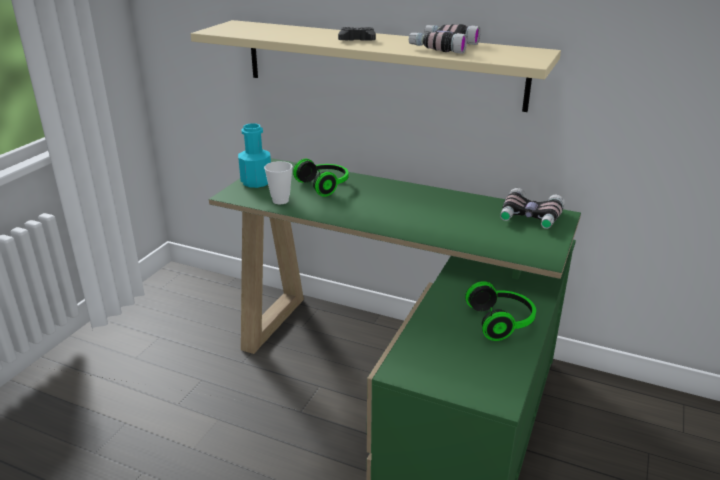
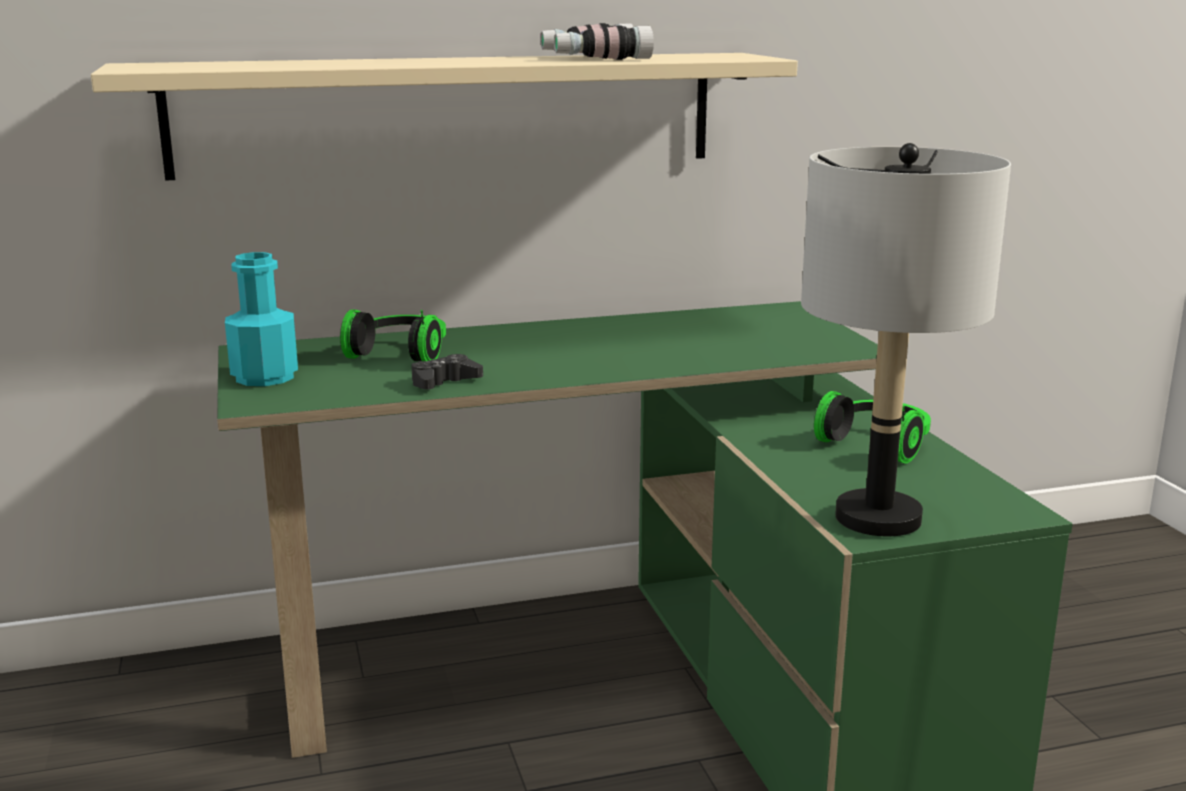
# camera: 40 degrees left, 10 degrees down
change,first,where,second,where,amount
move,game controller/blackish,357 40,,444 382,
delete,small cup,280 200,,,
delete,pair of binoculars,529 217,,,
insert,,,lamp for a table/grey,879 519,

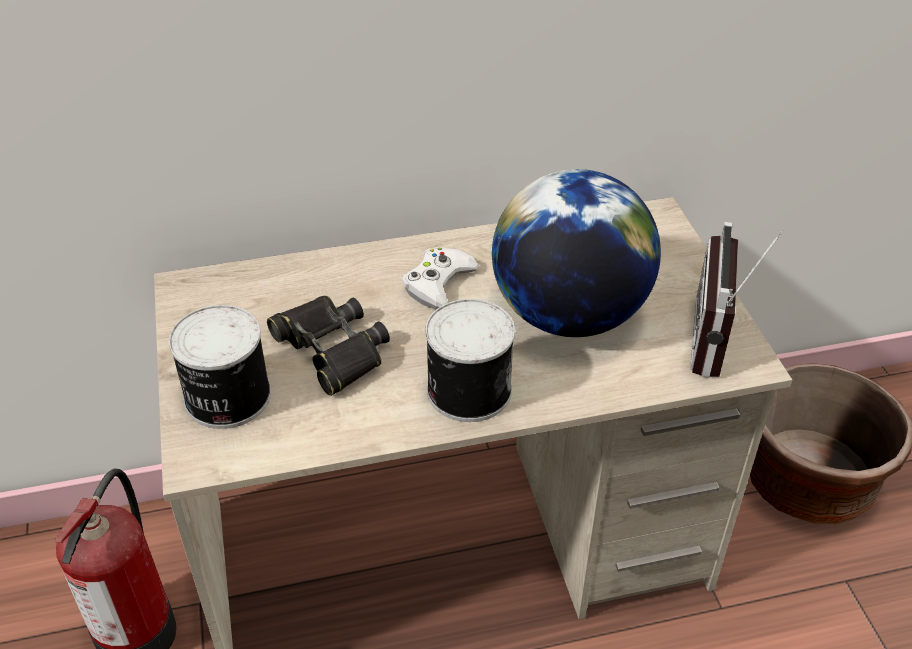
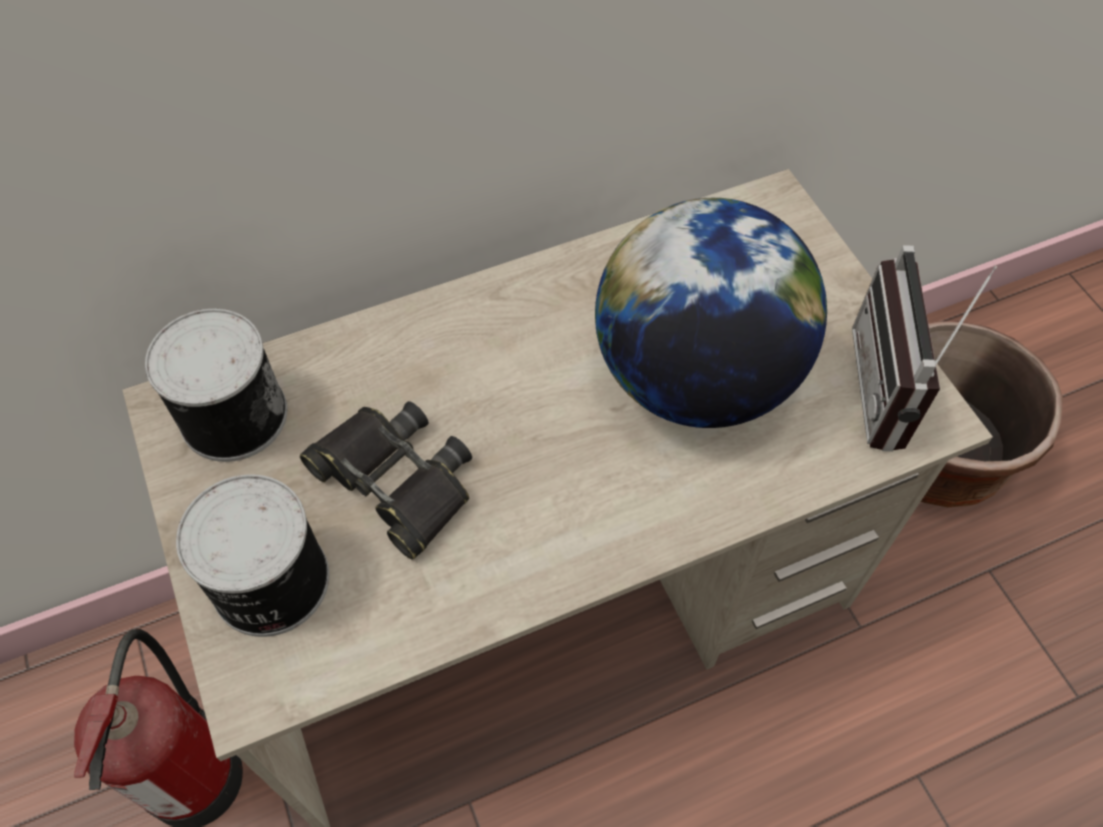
# camera: 10 degrees left, 15 degrees up
change,first,where,second,where,amount
delete,game controller/white,438 283,,,
move,sealed can,467 389,,231 415,

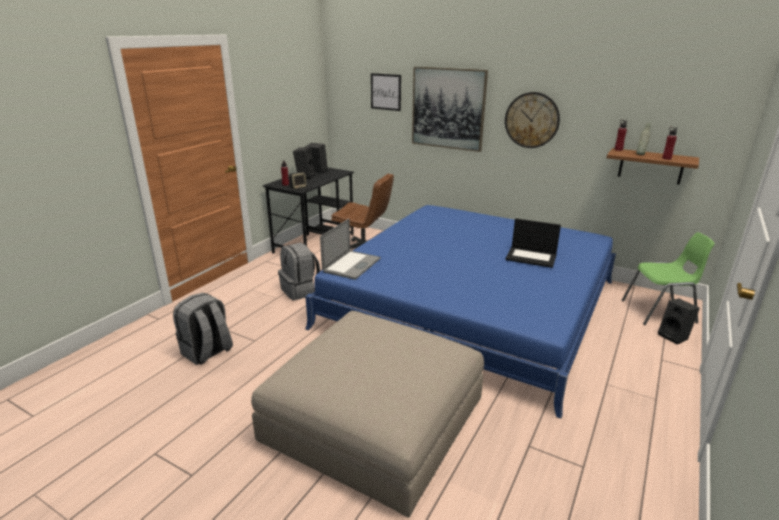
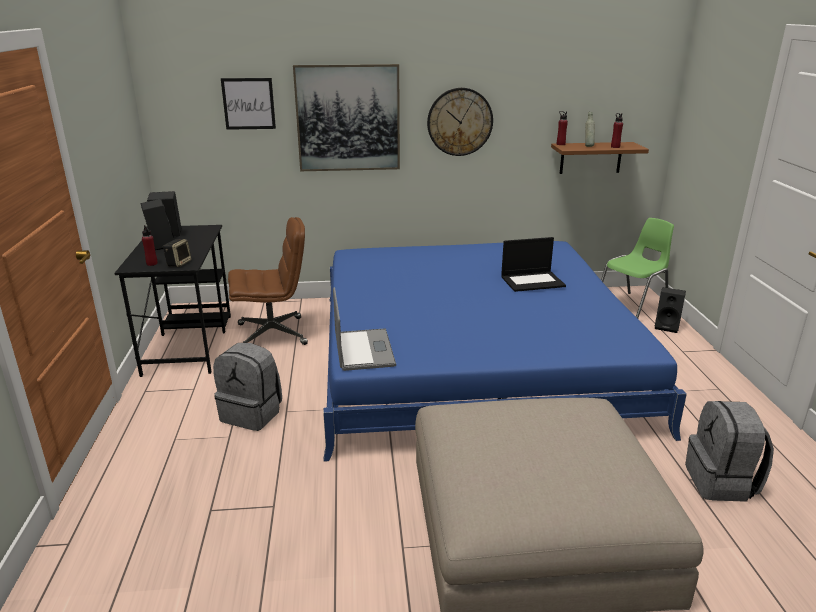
# camera: 35 degrees left, 0 degrees up
change,first,where,second,where,amount
move,backpack/grey,207 352,,721 482,

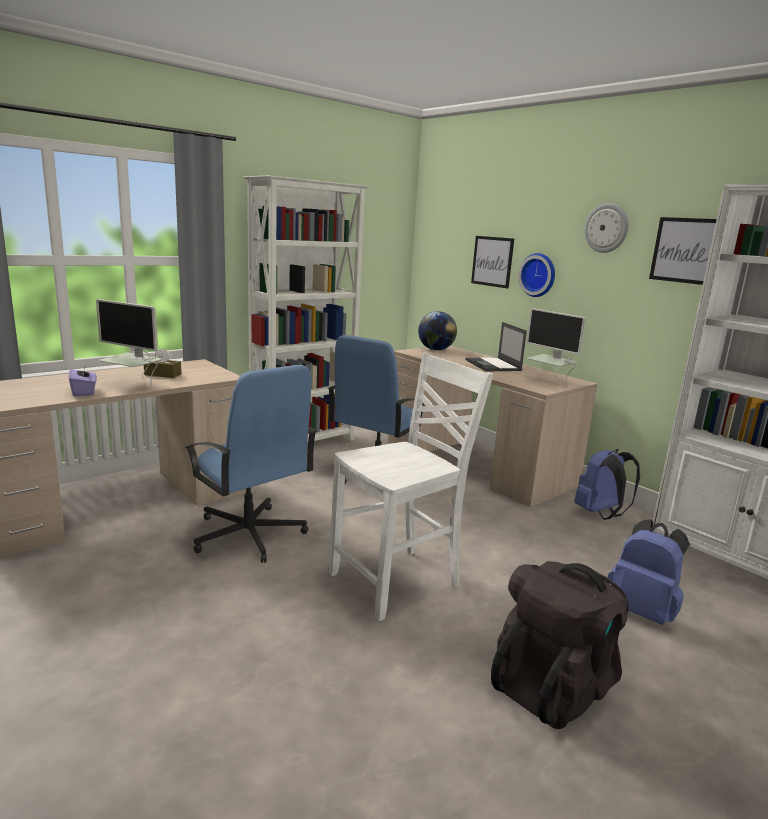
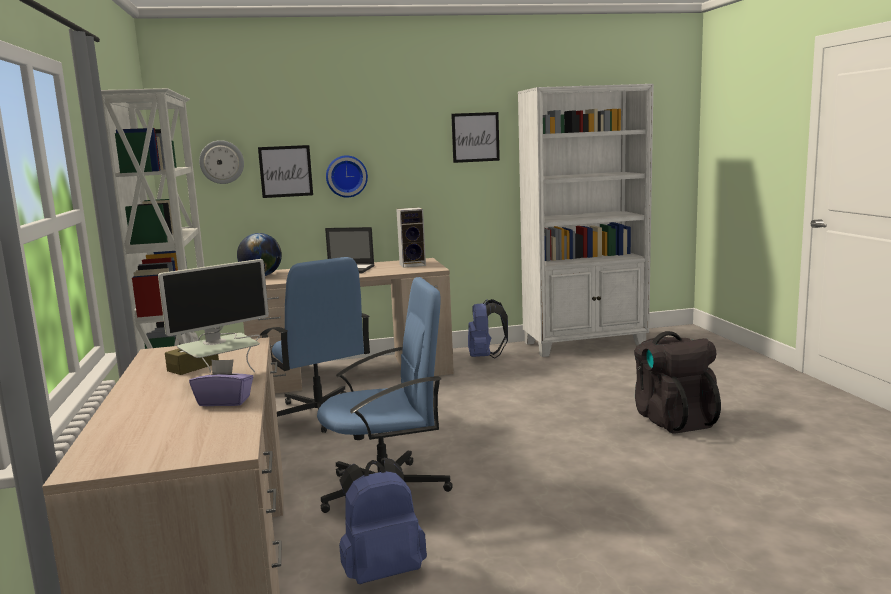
# camera: 60 degrees left, 5 degrees down
change,first,where,second,where,amount
move,clock on the wall,606 228,,221 162,
replace,computer screen,549 381,audio speaker,413 264,
delete,upright chair/white,398 581,,,
move,backpack/blue-coloured,642 611,,382 571,

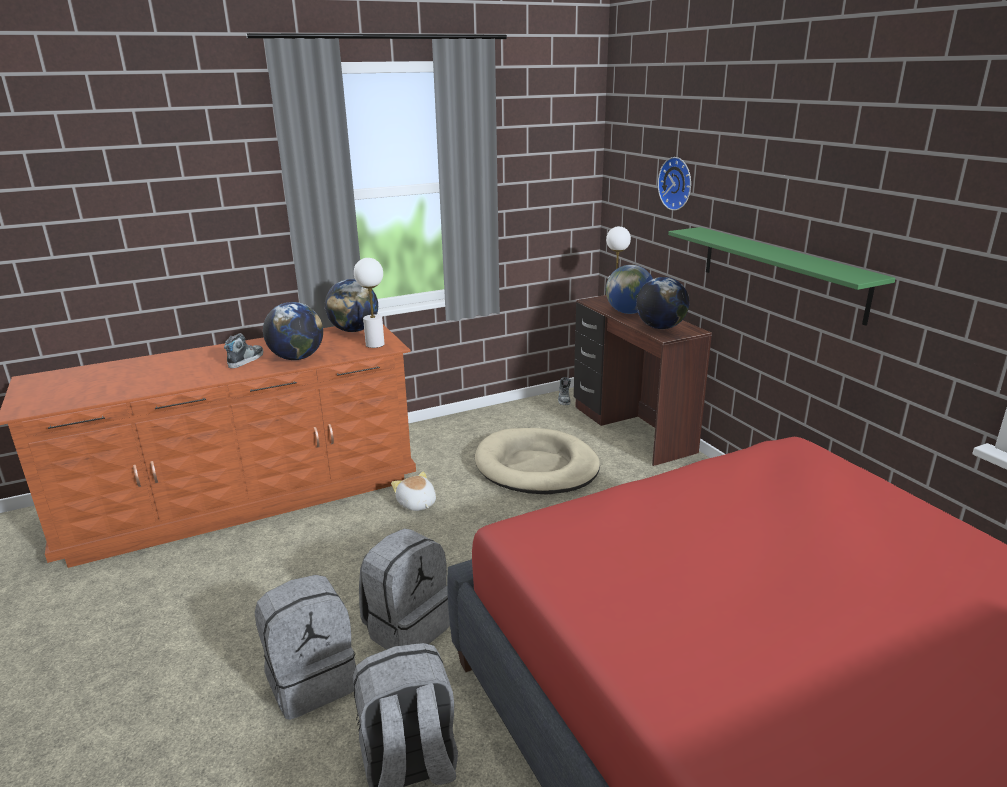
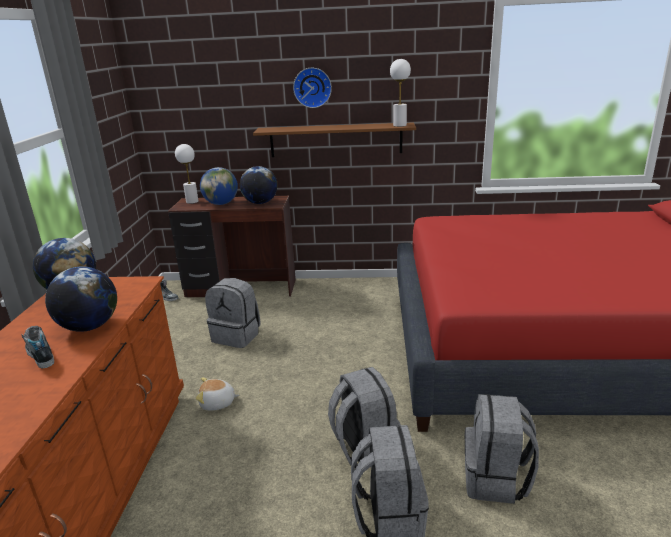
# camera: 60 degrees left, 0 degrees up
change,first,where,second,where,amount
move,clock on the wall,677 183,,312 87,
recolor,shelf/green,780 272,shelf/brown-coloured,335 140,
move,lamp for a table/white,375 344,,400 125,
replace,dog cushion/sand-coloured,536 466,backpack/grey,237 336,

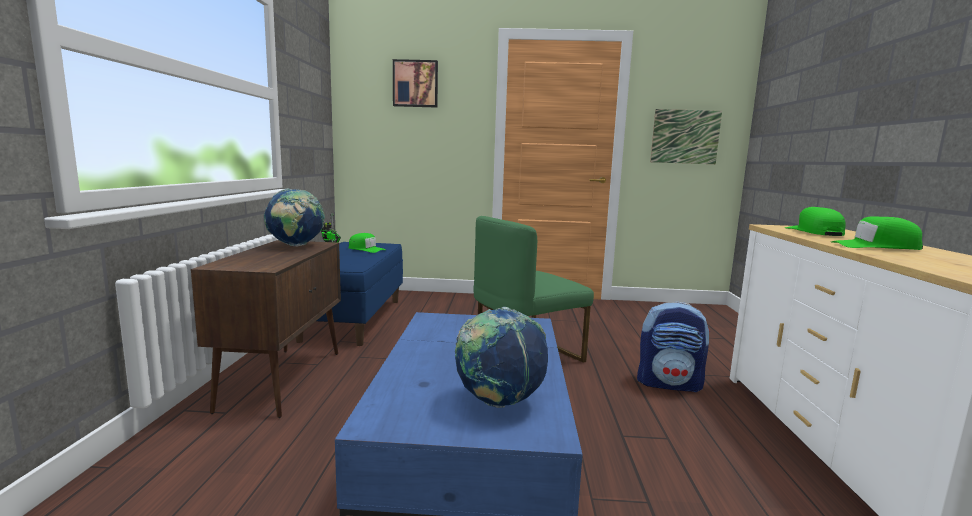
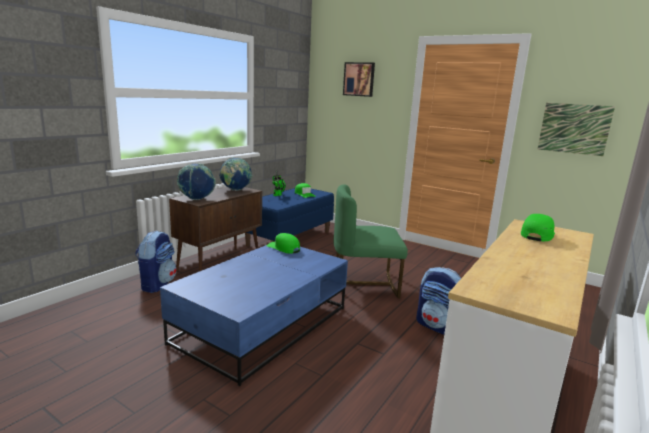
# camera: 30 degrees right, 5 degrees up
change,first,where,second,where,amount
move,baseball cap/green,875 247,,283 248,
move,globe,498 402,,196 199,
insert,,,backpack,157 284,

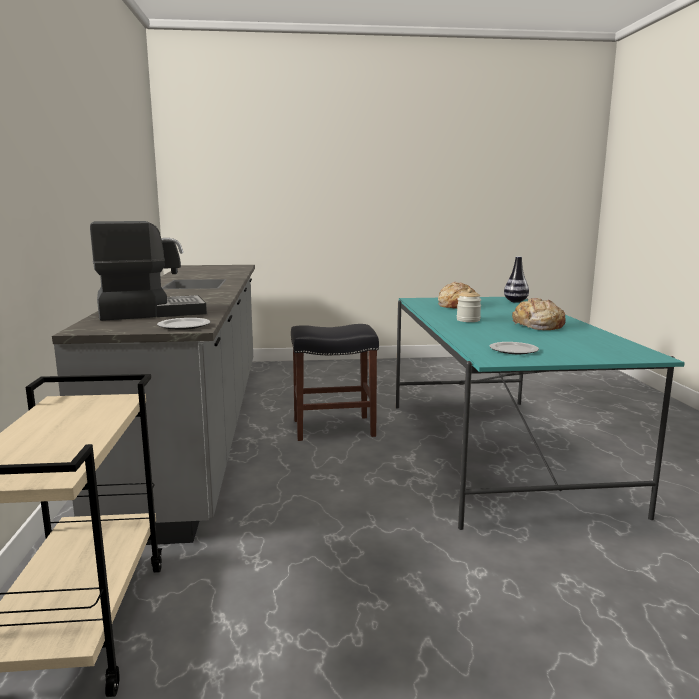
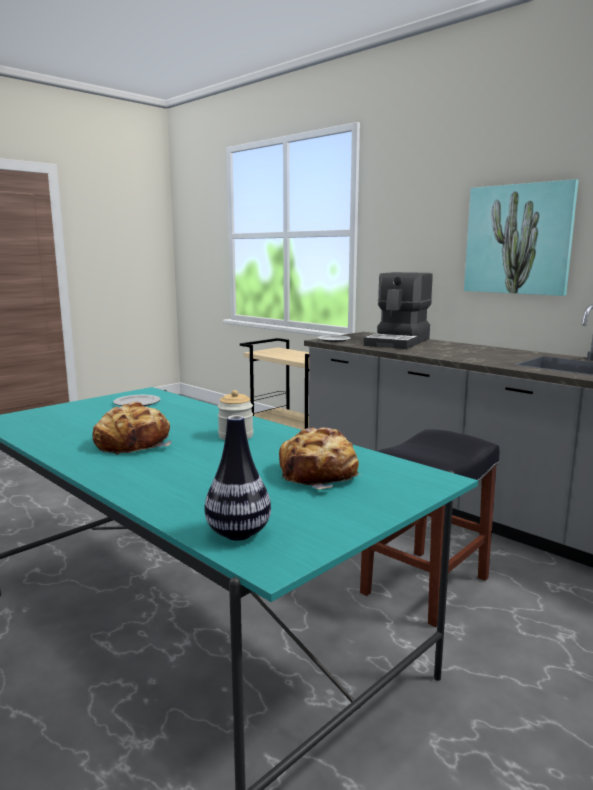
# camera: 140 degrees right, 0 degrees up
change,first,where,second,where,amount
insert,,,wall picture,518 239,

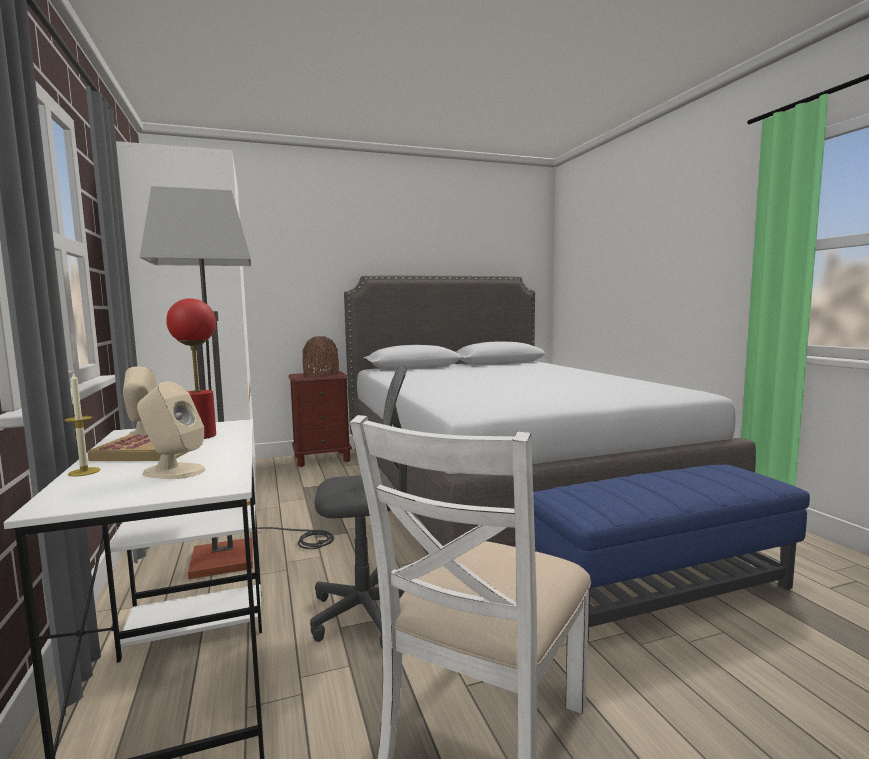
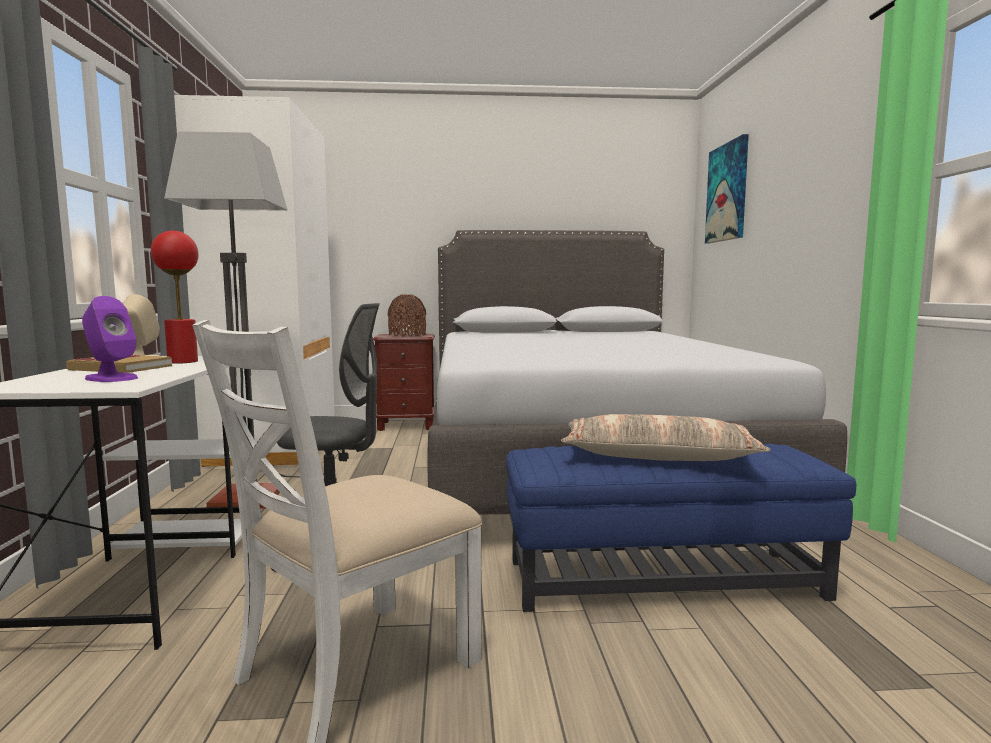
# camera: 15 degrees right, 0 degrees up
change,first,where,second,where,amount
delete,candle,84 472,,,
recolor,audio speaker/sand-coloured,173 471,audio speaker/purplish,111 378,
insert,,,wall picture,727 192,
insert,,,pillow,658 456,

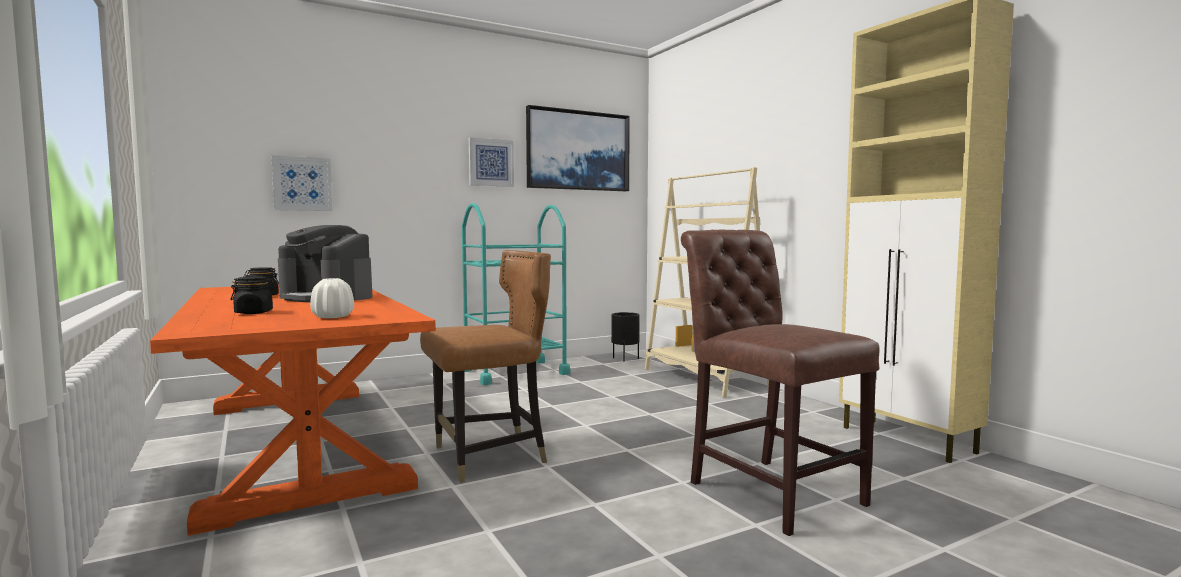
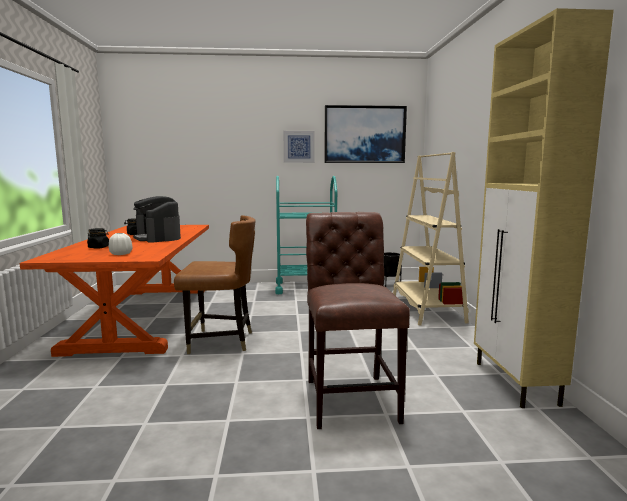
# camera: 25 degrees right, 5 degrees up
change,first,where,second,where,amount
delete,wall picture,302 184,,,

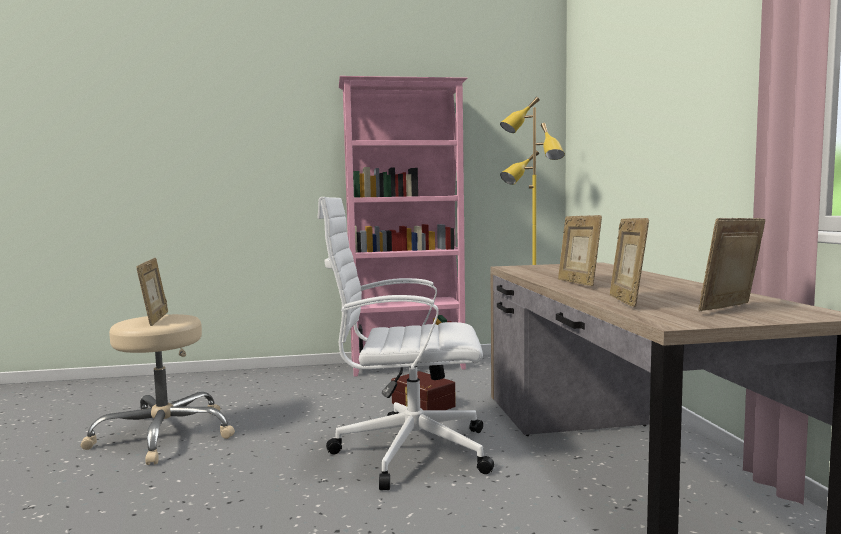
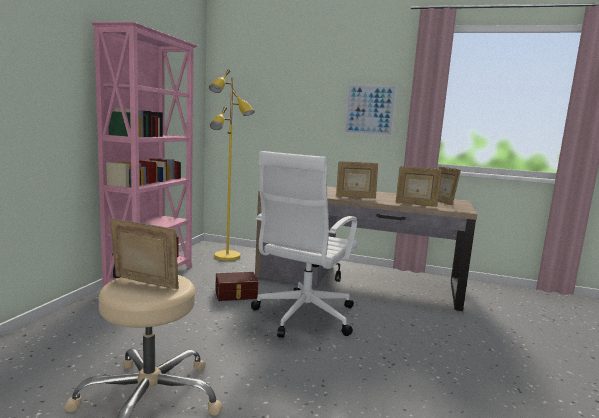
# camera: 65 degrees left, 5 degrees up
change,first,where,second,where,amount
insert,,,wall picture,370 110,

